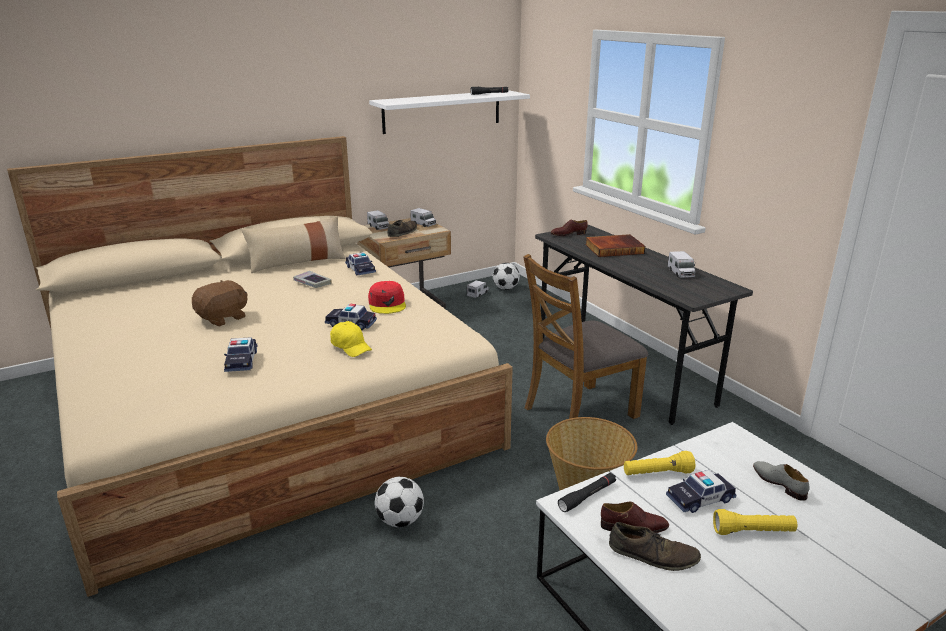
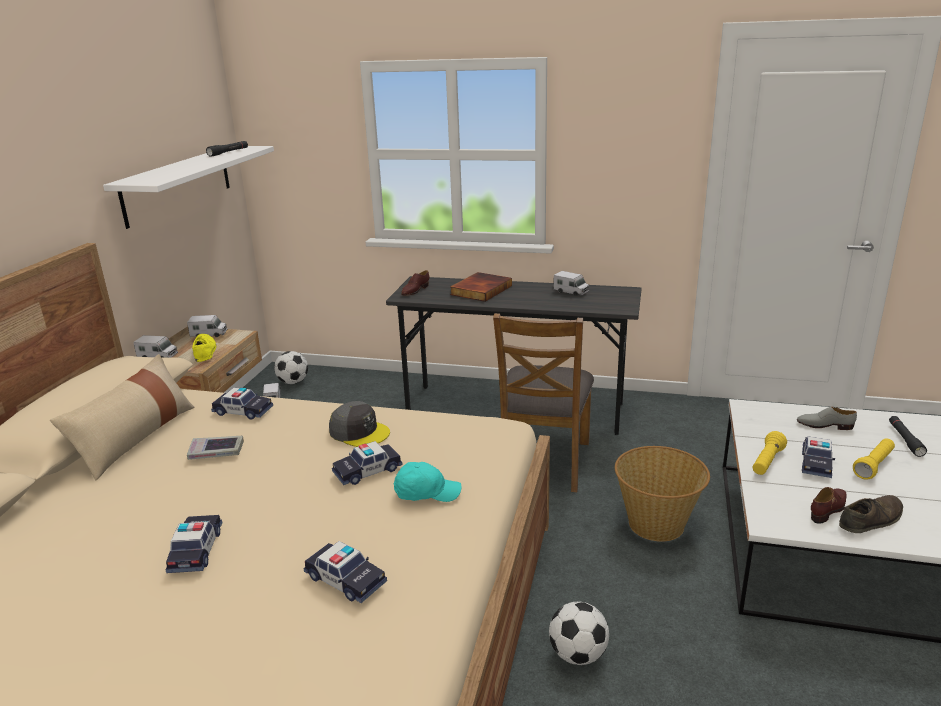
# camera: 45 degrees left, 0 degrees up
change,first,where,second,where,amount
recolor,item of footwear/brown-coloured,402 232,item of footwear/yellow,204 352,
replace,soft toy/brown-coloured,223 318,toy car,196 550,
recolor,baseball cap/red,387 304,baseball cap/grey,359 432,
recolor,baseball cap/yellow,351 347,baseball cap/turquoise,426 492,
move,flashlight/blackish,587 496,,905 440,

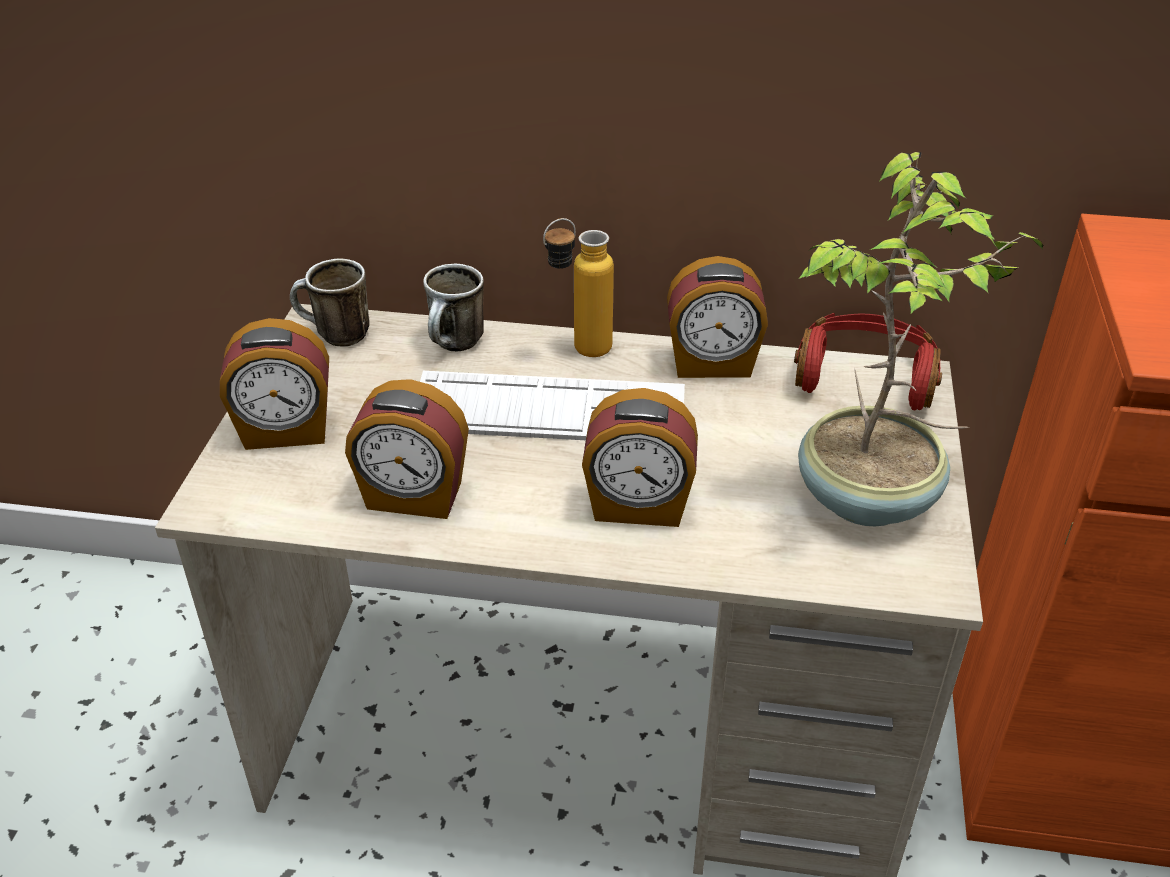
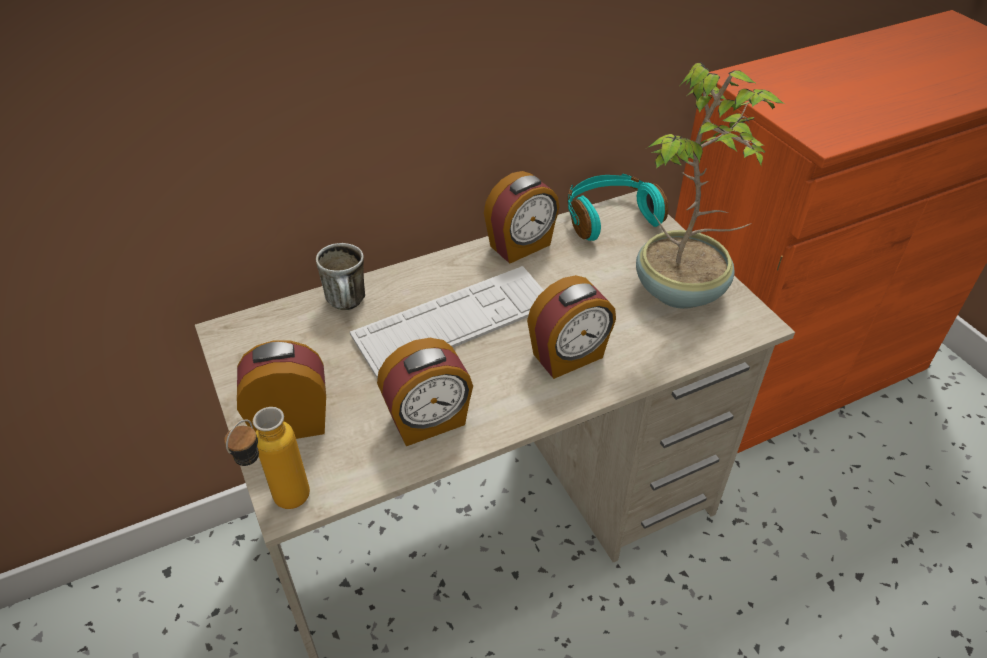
# camera: 35 degrees left, 5 degrees up
change,first,where,second,where,amount
move,bottle,578 352,,281 507,
delete,mug,334 337,,,
recolor,headphones/red,865 377,headphones/turquoise,610 217,
rotate,bedside clock,286 432,,291 421,150 degrees counterclockwise

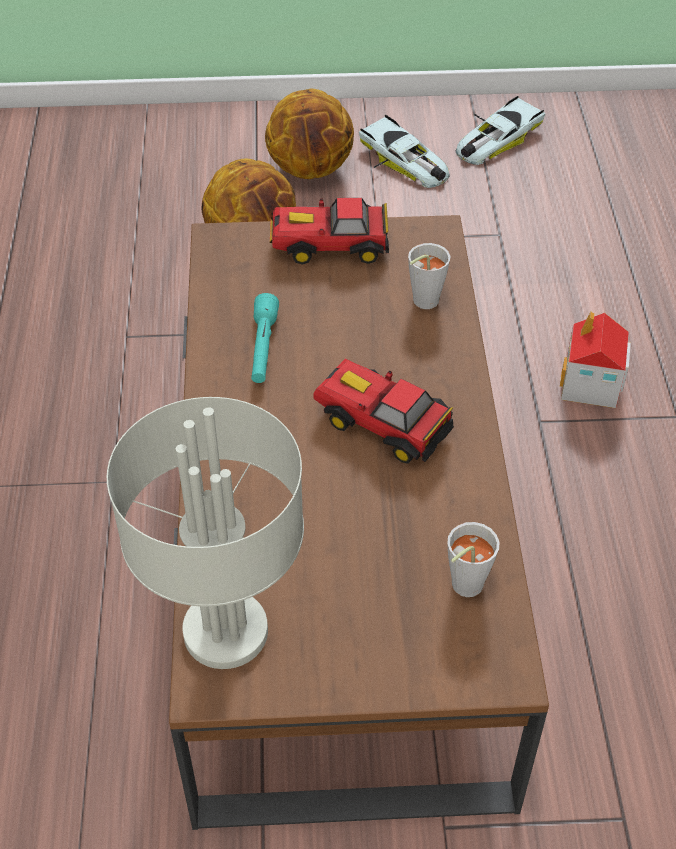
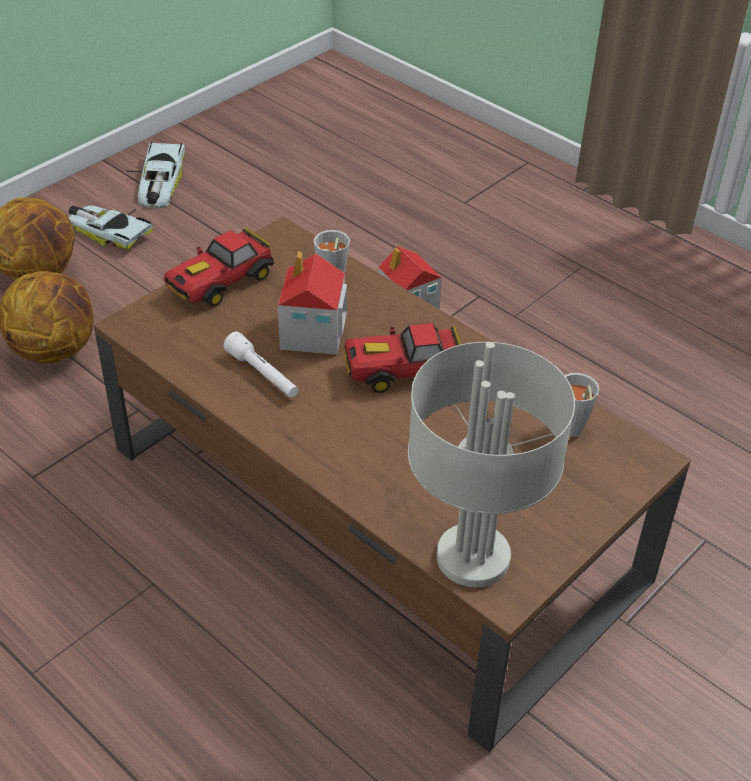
# camera: 45 degrees left, 5 degrees down
change,first,where,second,where,amount
rotate,toy car,404 161,,108 230,150 degrees counterclockwise
recolor,flashlight/turquoise,263 348,flashlight/white,262 374,
insert,,,model house,312 334,

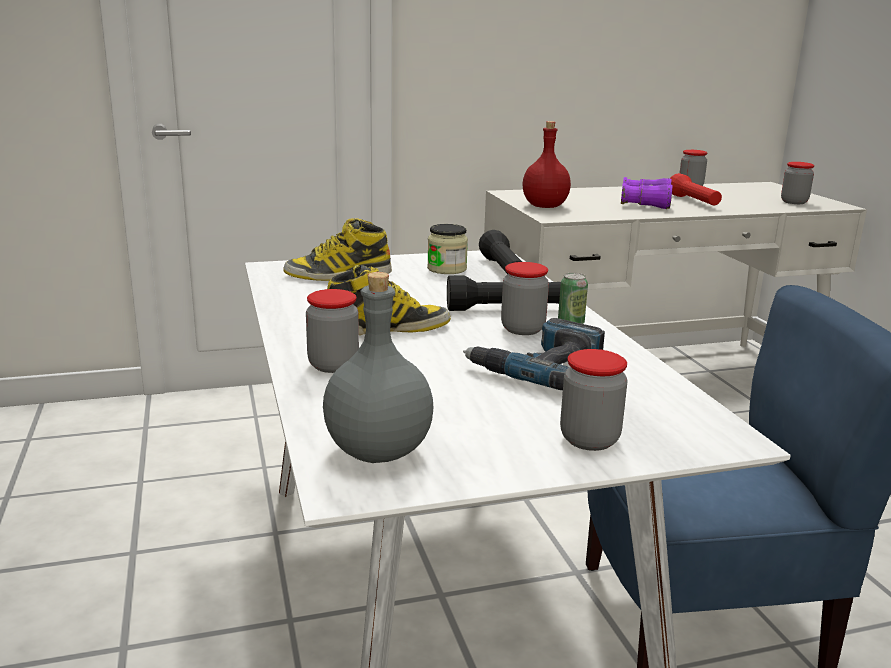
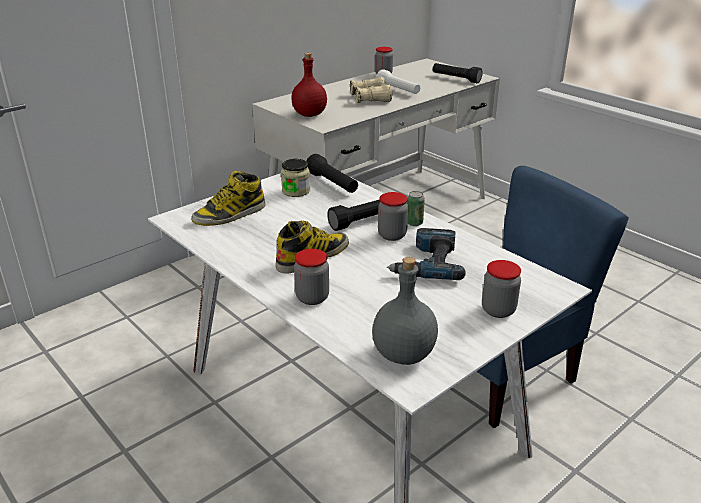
# camera: 25 degrees left, 10 degrees up
change,first,where,second,where,amount
replace,jar,794 202,flashlight/blackish,456 79,
recolor,flashlight/red,694 202,flashlight/white,398 90,
recolor,pair of binoculars/purplish,645 204,pair of binoculars/sand-coloured,370 98,

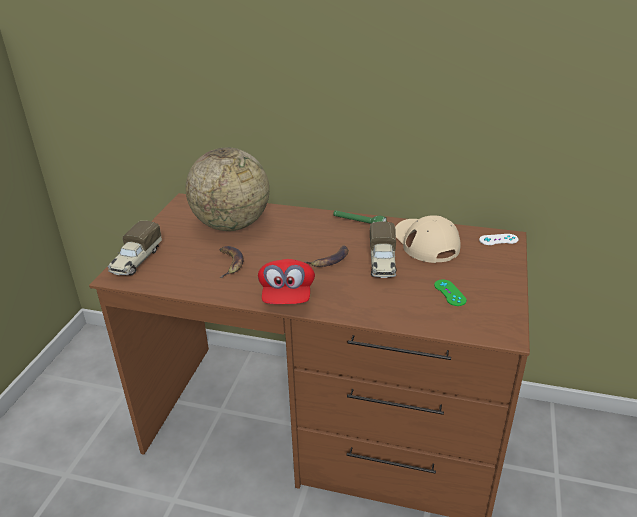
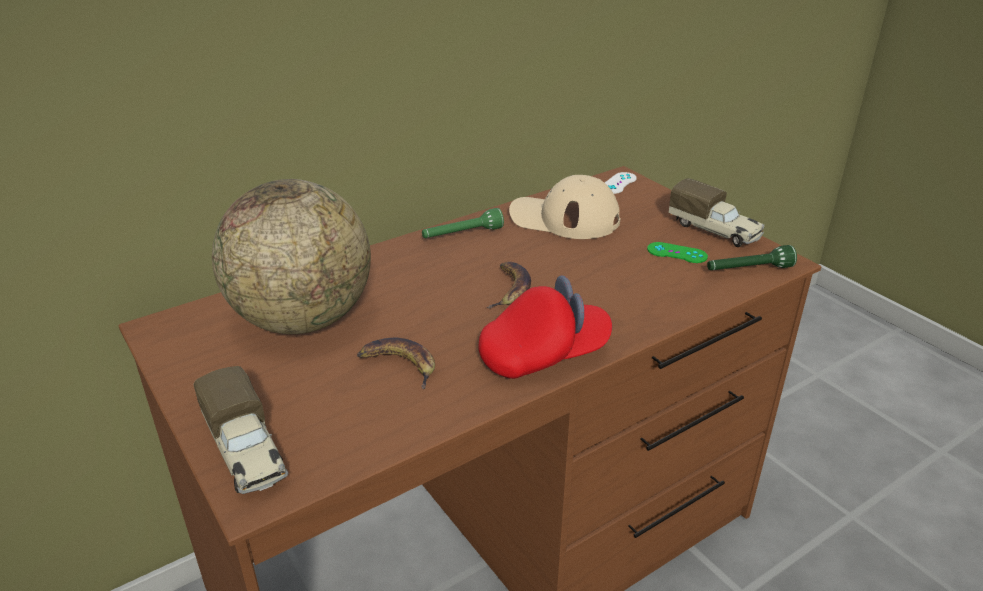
# camera: 50 degrees left, 0 degrees up
change,first,where,second,where,amount
move,toy truck,382 263,,715 231,
rotate,baseball cap/red,287 296,,544 355,60 degrees counterclockwise
insert,,,flashlight/green,748 270,

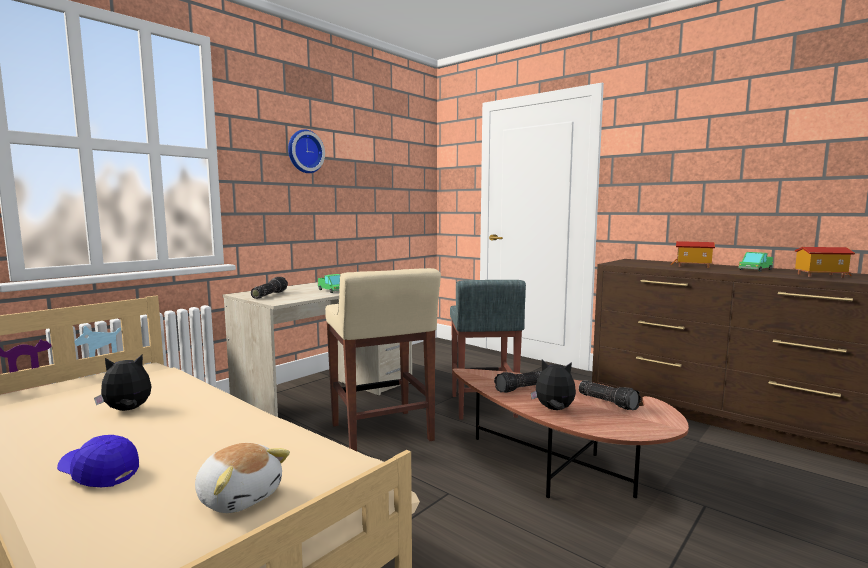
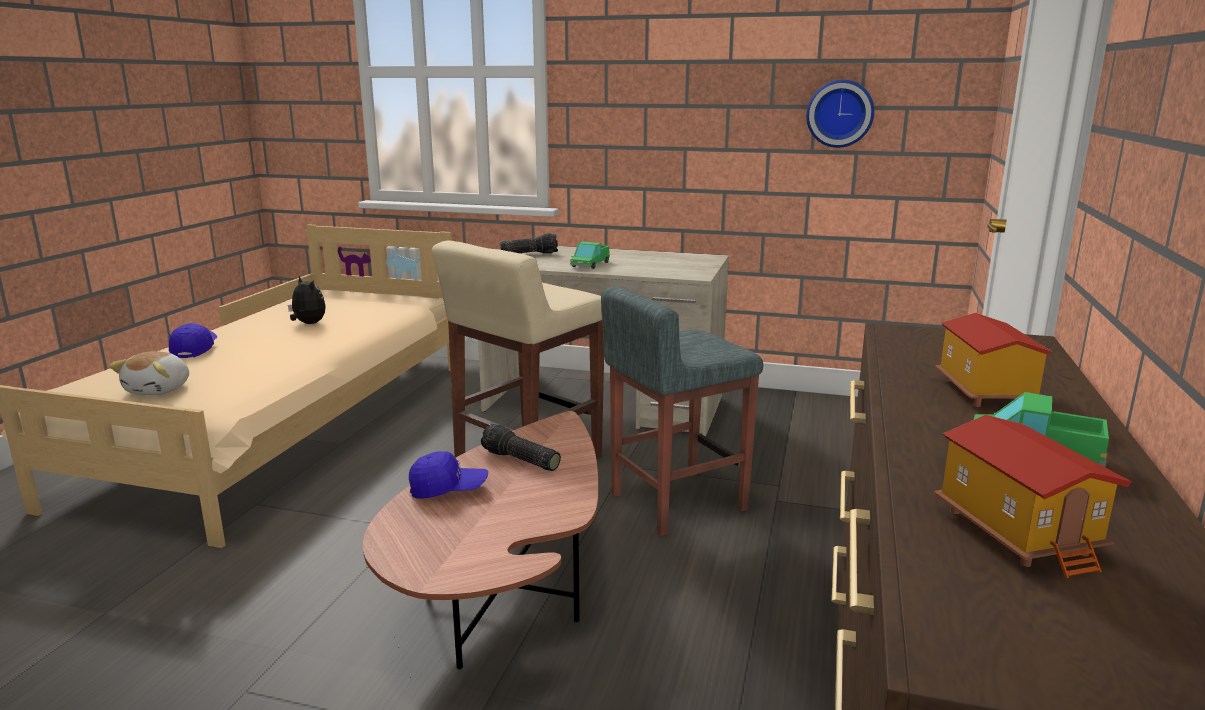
# camera: 65 degrees right, 10 degrees up
change,first,where,second,where,amount
move,clock on the wall,304 151,,840 113,
replace,soft toy,554 410,baseball cap/blue-coloured,448 489,
delete,flashlight,608 402,,,

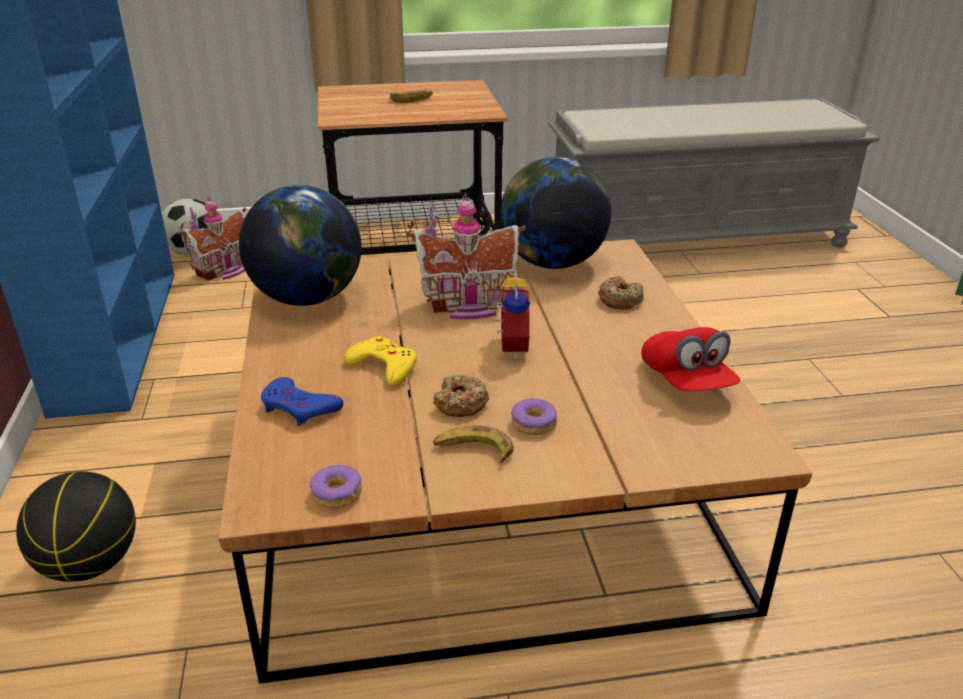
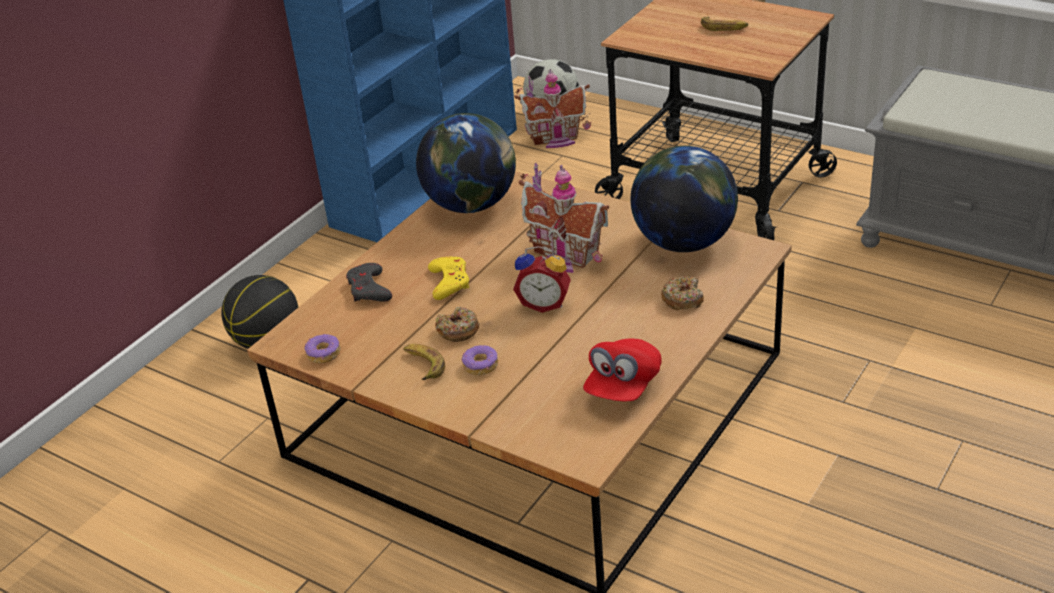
# camera: 45 degrees right, 5 degrees up
change,first,where,second,where,amount
rotate,bedside clock,509 348,,544 303,60 degrees clockwise
recolor,game controller/blue-coloured,299 407,game controller/grey,369 289,

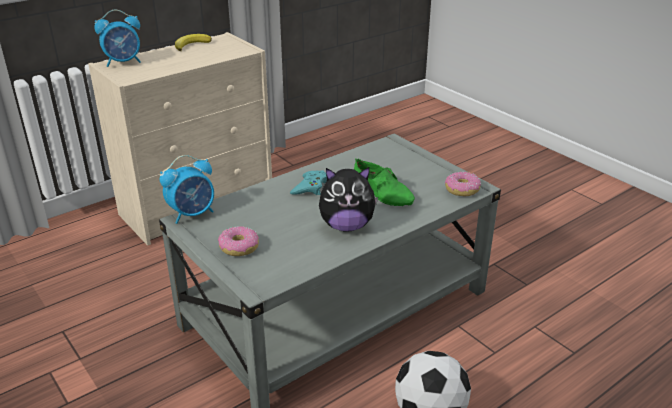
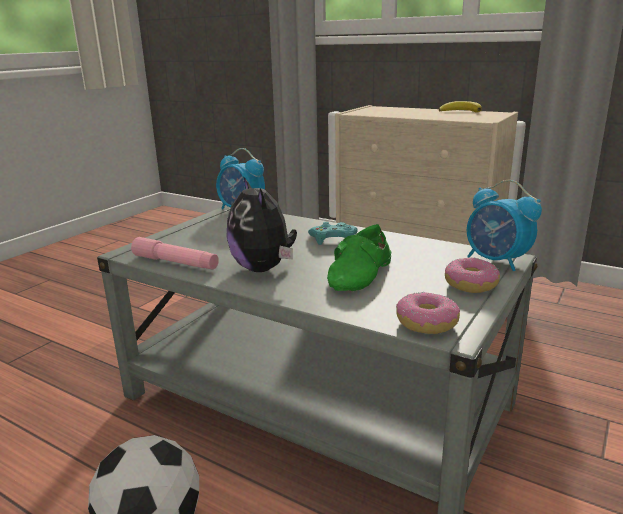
# camera: 70 degrees right, 10 degrees down
change,first,where,second,where,amount
move,bedside clock,124 62,,496 261,
move,ring doughnut,239 247,,470 284,
insert,,,flashlight/pink-coloured,175 262,

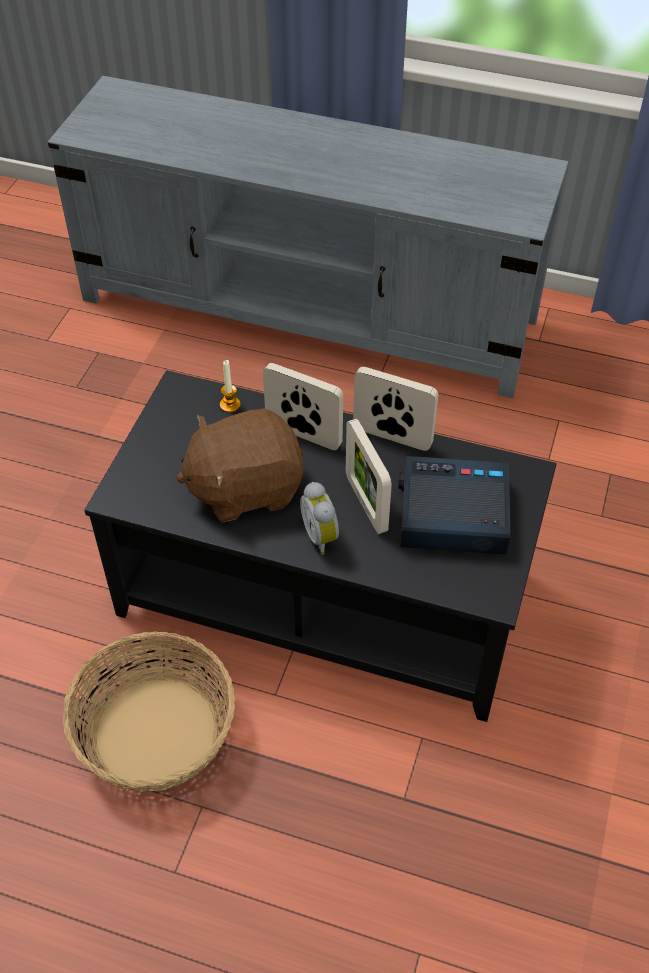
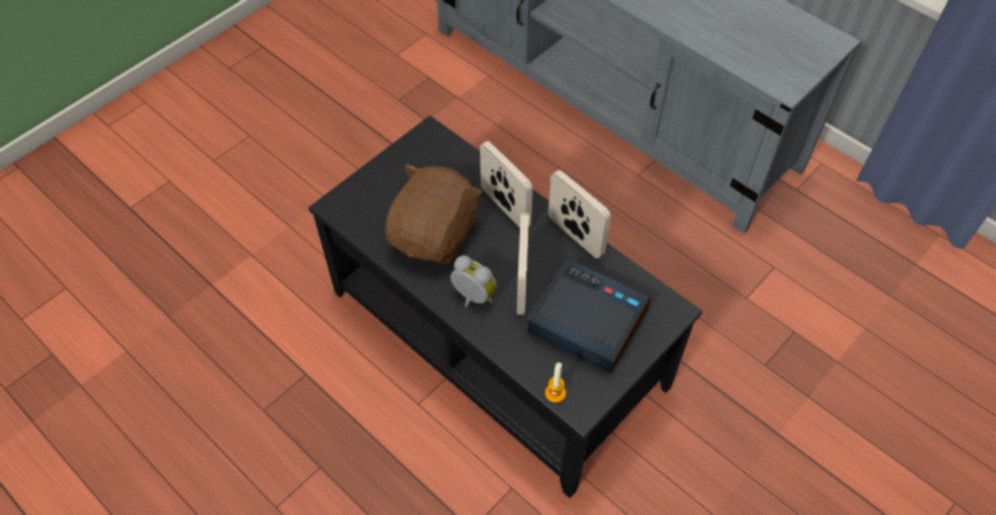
# camera: 25 degrees right, 5 degrees up
change,first,where,second,where,amount
move,candle,230 405,,555 393,
rotate,soft toy/brown-coloured,245 488,,435 235,105 degrees clockwise
rotate,bedside clock,322 536,,472 298,120 degrees clockwise
delete,basket,157 733,,,

